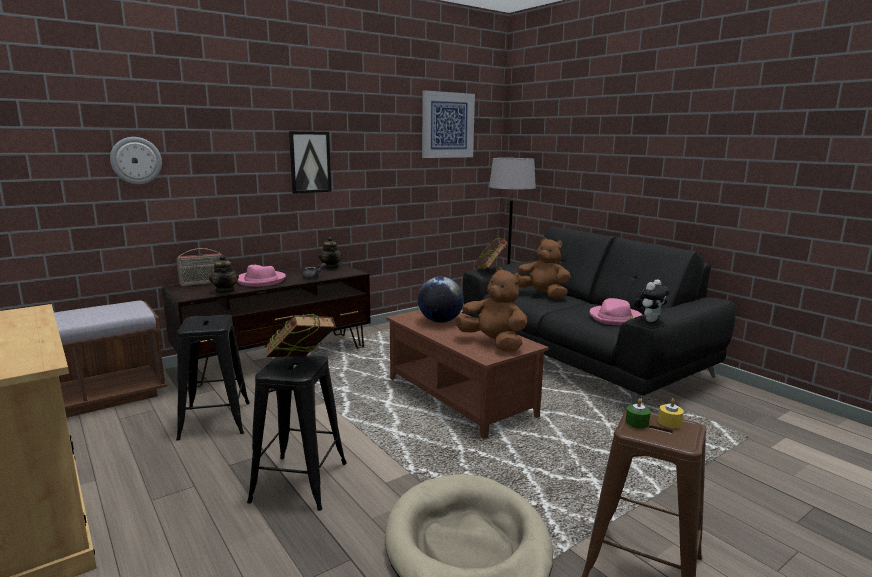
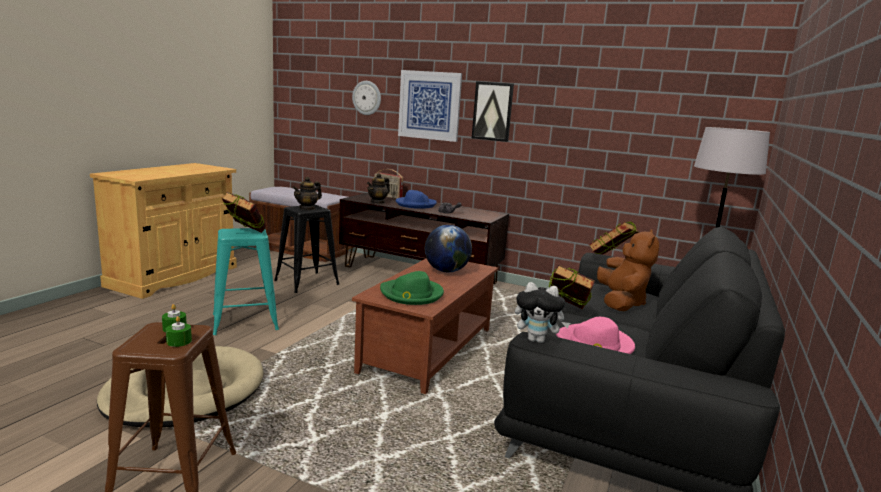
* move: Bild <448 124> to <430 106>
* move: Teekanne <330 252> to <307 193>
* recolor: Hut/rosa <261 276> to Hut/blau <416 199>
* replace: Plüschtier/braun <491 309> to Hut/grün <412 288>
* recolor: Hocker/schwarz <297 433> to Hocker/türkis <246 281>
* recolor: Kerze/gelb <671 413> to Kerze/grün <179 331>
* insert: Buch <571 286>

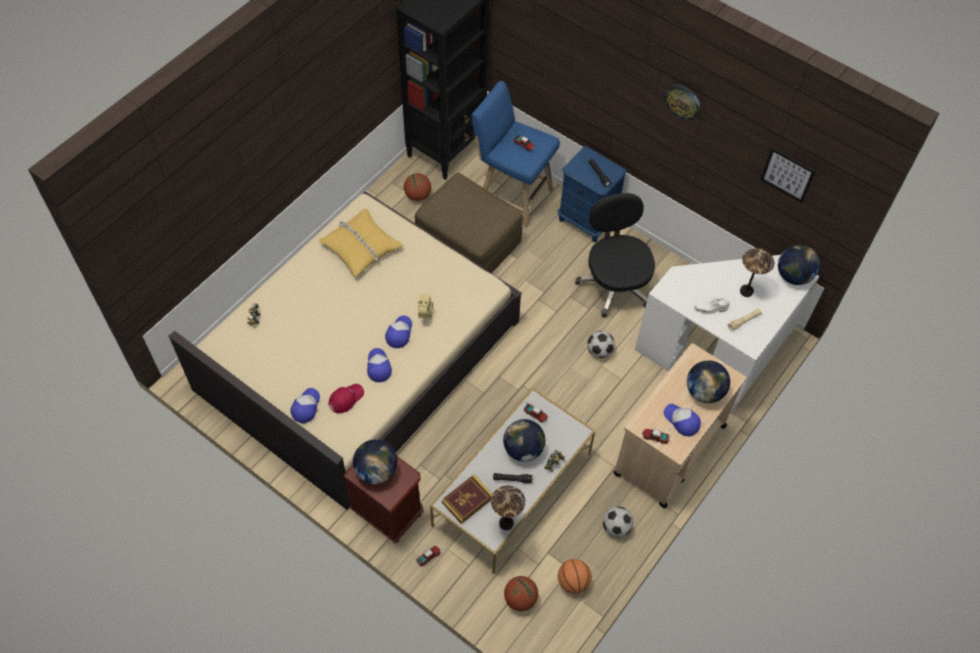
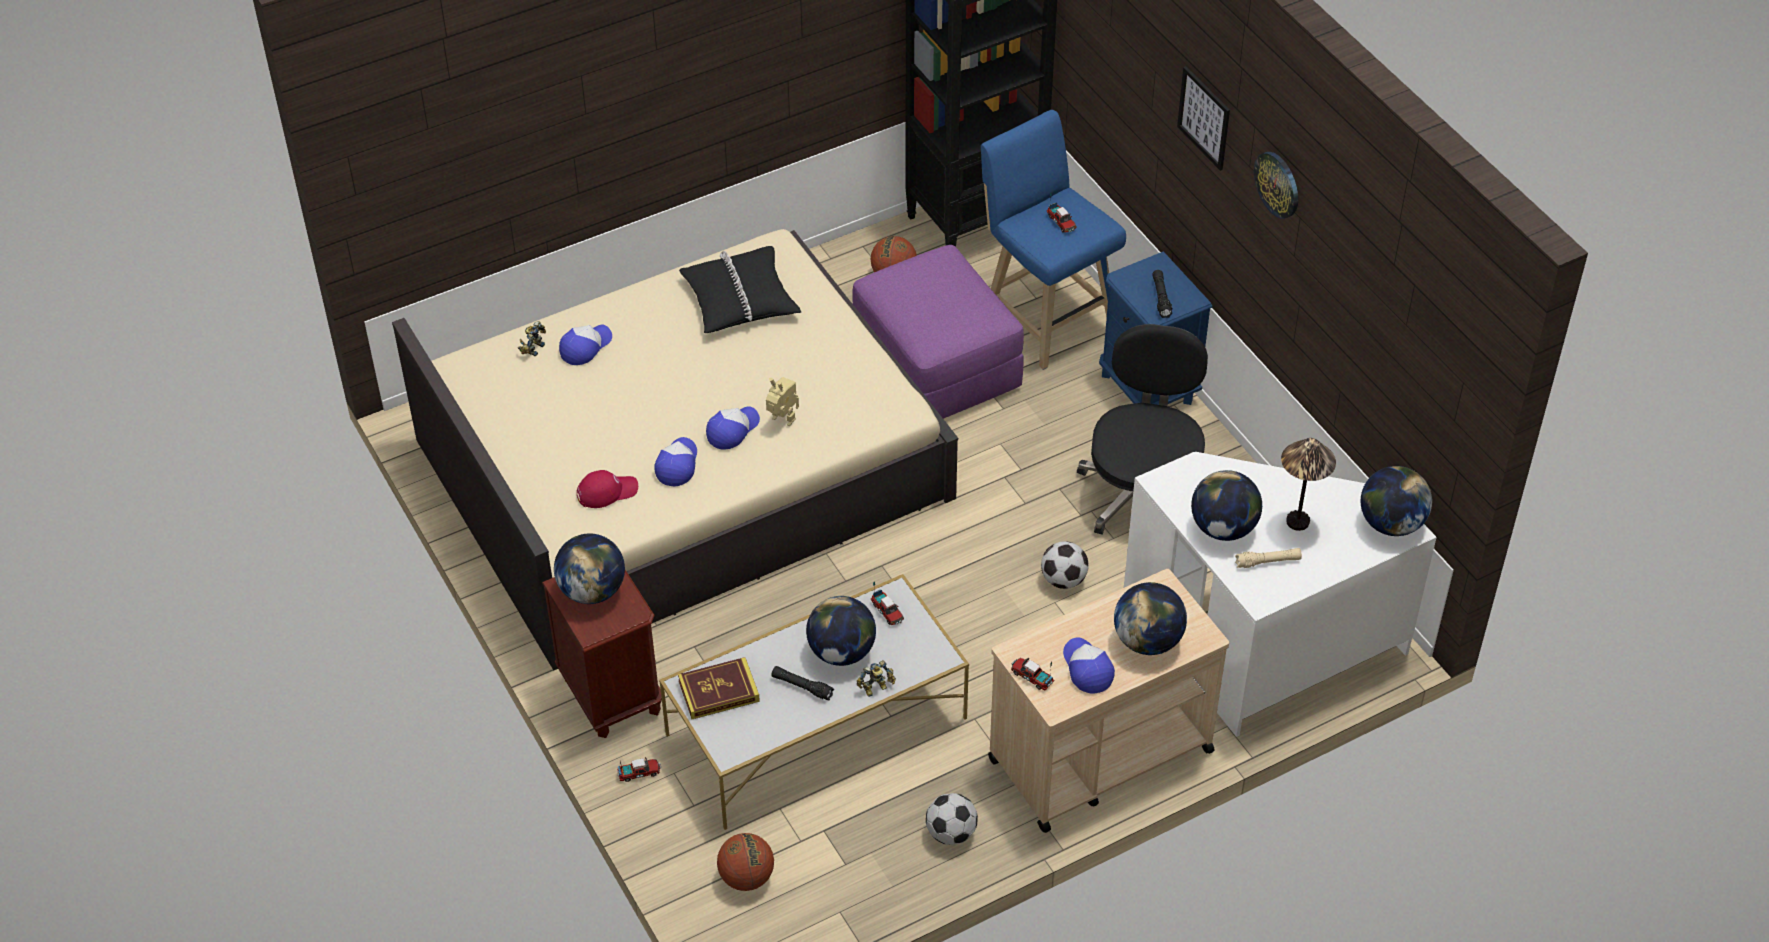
* move: Bild <788 175> to <1203 118>
* recolor: Polsterhocker/braun <469 223> to Polsterhocker/lila <938 332>
* recolor: Kissen/gelb <361 243> to Kissen/schwarz <740 289>
* replace: Schuh/weiß <712 305> to Globus <1226 505>
* move: Kappe <305 405> to <585 345>
* delete: Tischlampe <508 508>
* delete: Basketball <575 576>

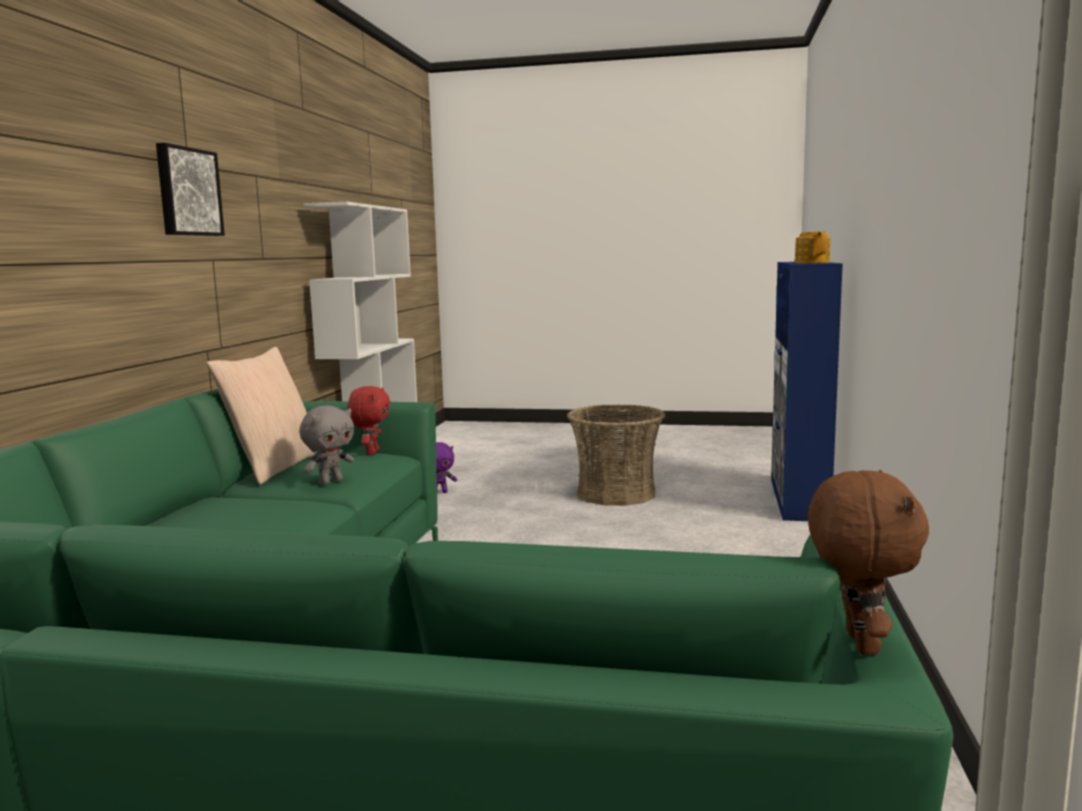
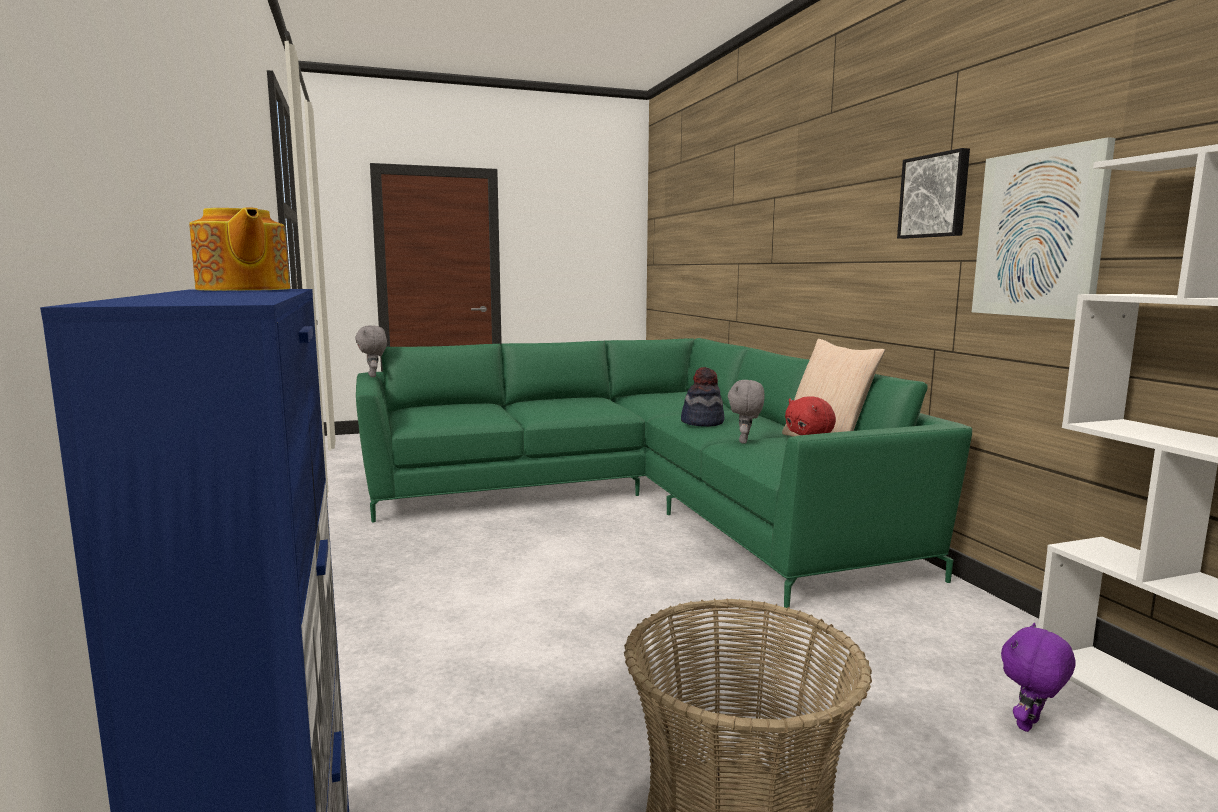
* recolor: Plüschtier/braun <868 562> to Plüschtier/grau <371 351>
* insert: Bild <1044 228>
* insert: Hut <703 397>

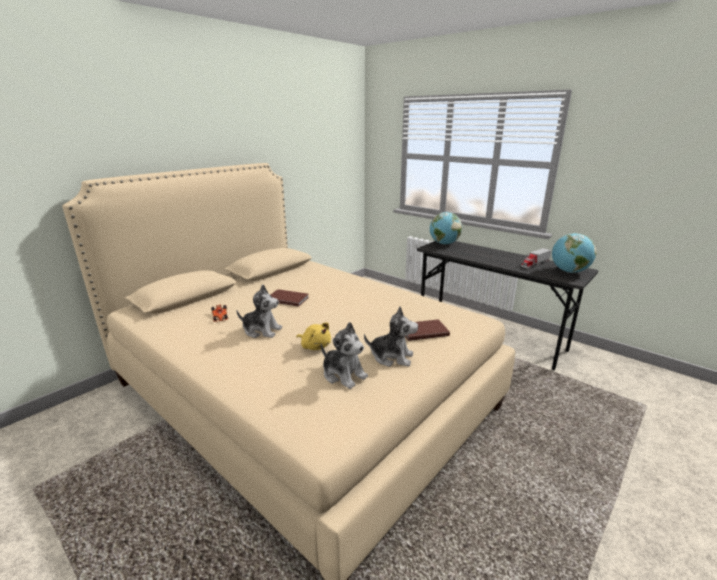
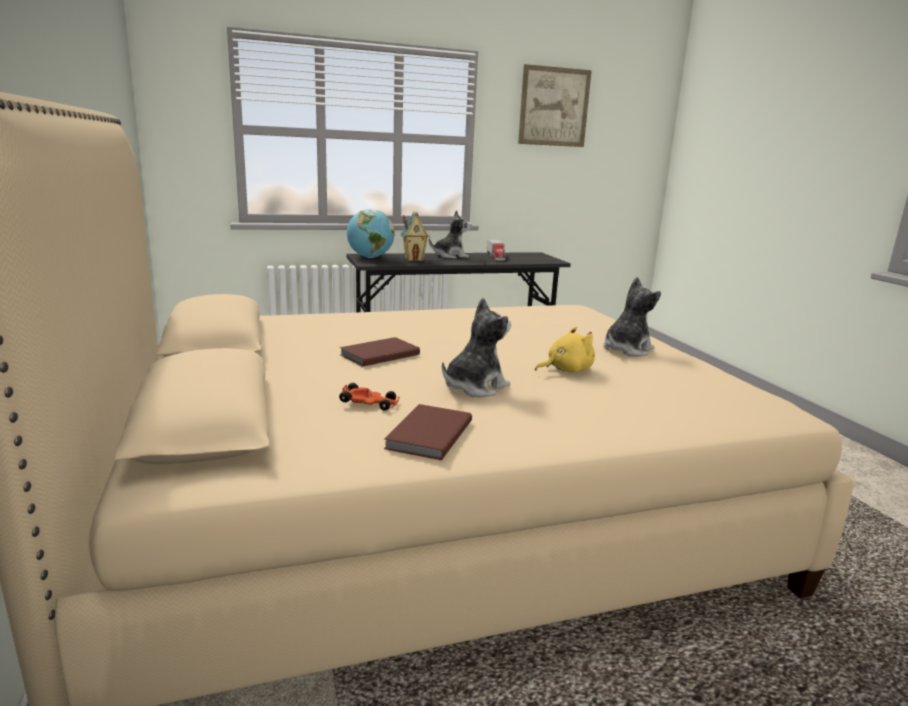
* delete: Globus <574 253>
* move: Buch/braun <427 330> to <428 432>
* move: Plüschtier <344 355> to <450 234>
* insert: Bild <555 105>
* insert: Spielzeughaus <415 236>

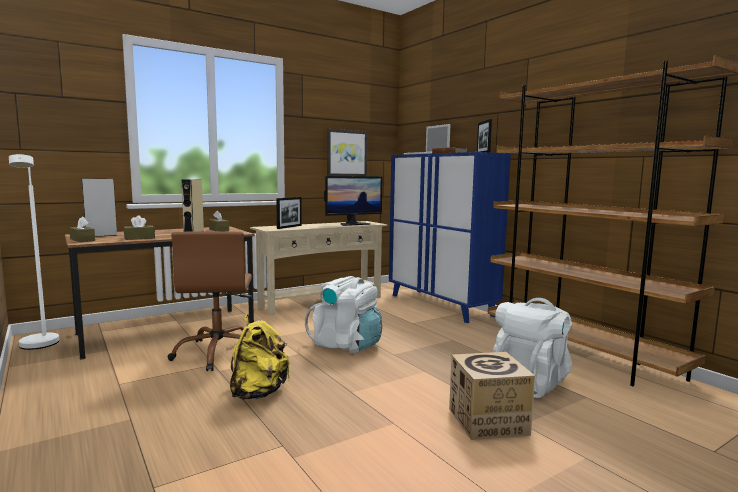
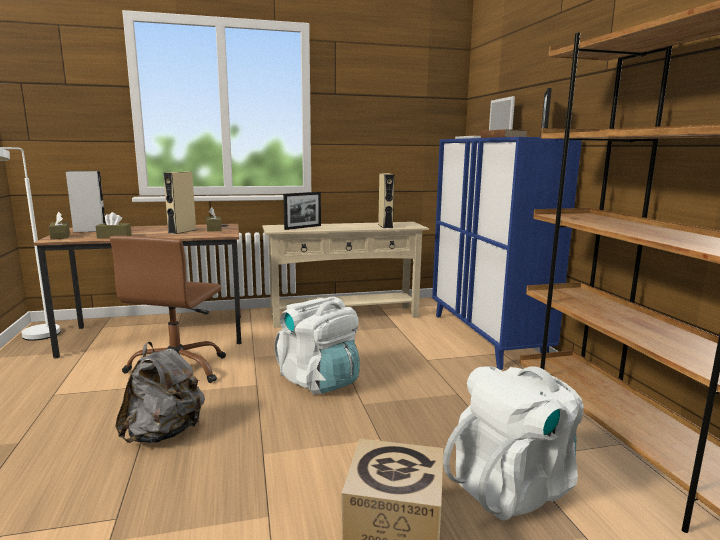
* delete: Bild <347 152>
* replace: Monitor <353 201> to Lautsprecher/beige <386 200>
* recolor: Rucksack/gelb <260 356> to Rucksack/grau <160 392>

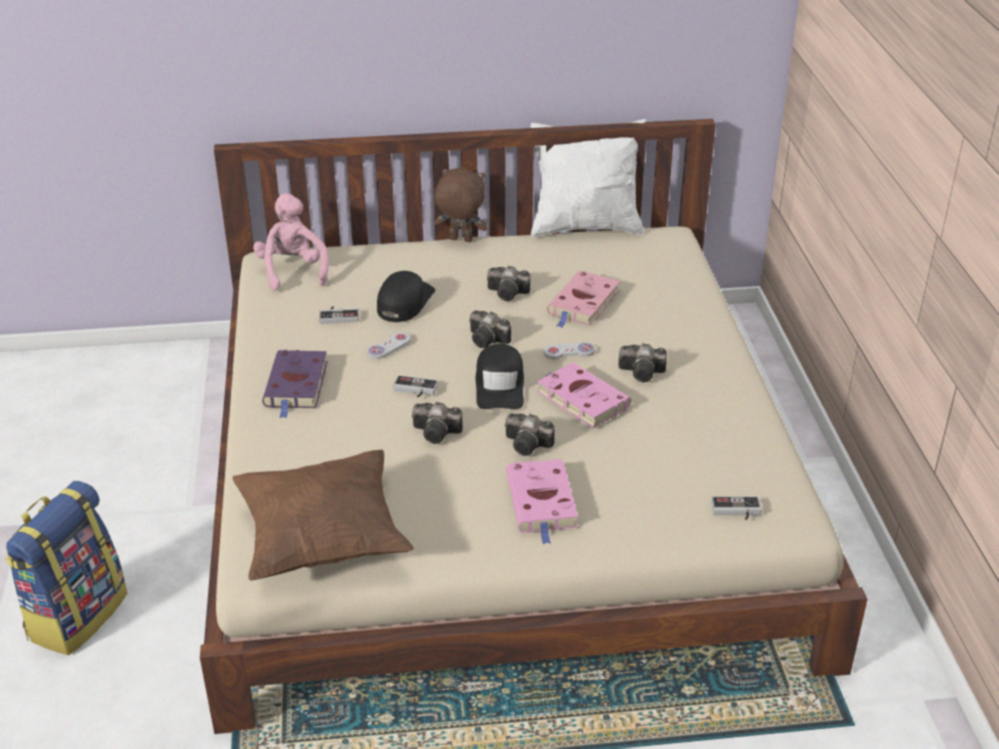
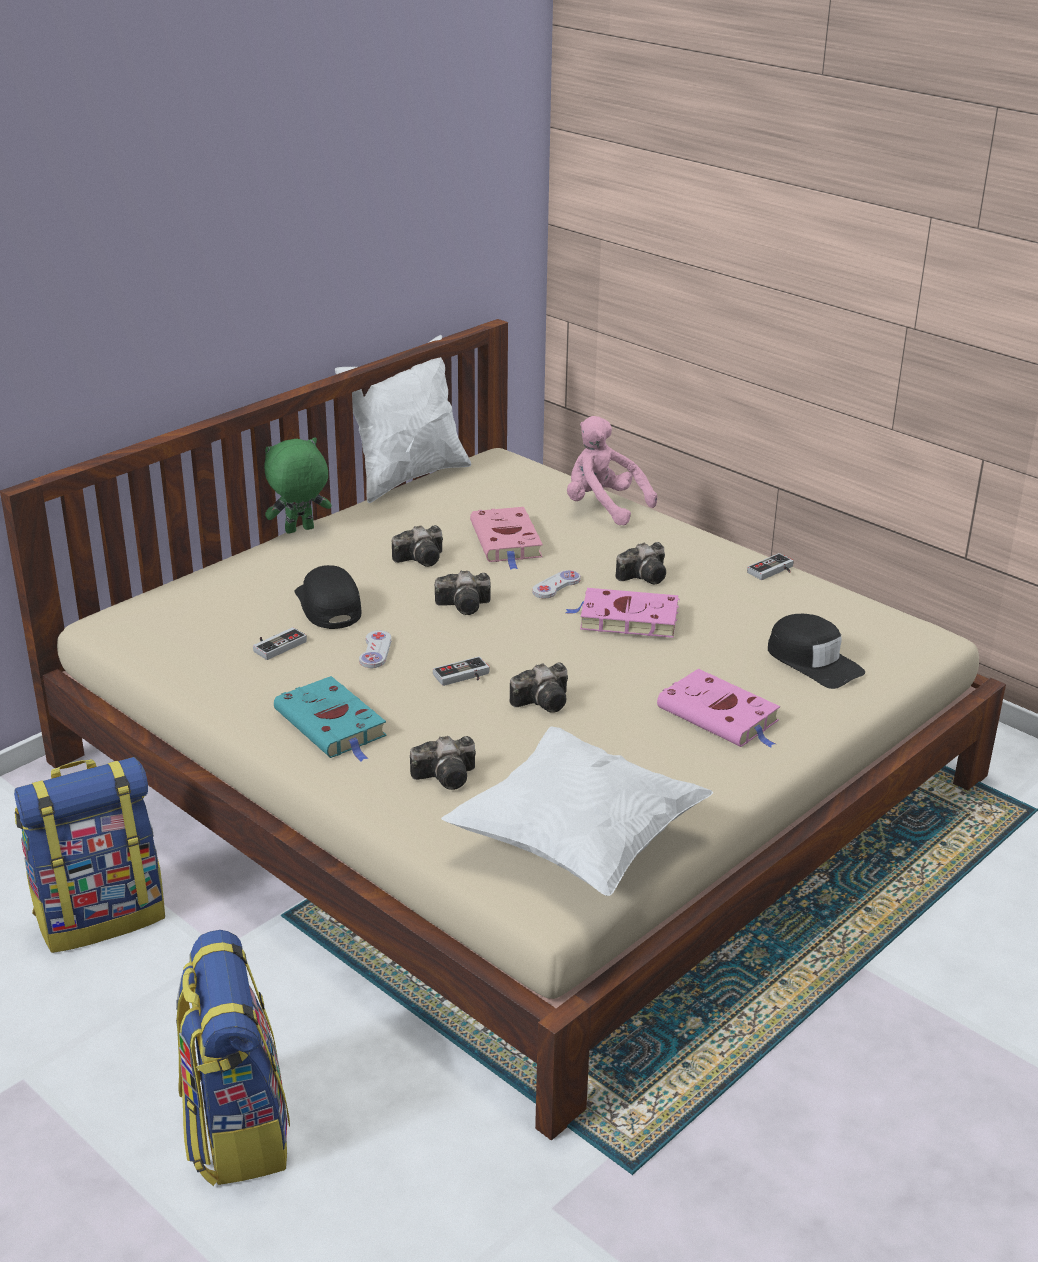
* recolor: Plüschtier/braun <460 205> to Plüschtier/grün <298 485>
* move: Plüschtier/rosa <291 242> to <612 471>
* move: Kappe/schwarz <500 376> to <816 651>
* recolor: Buch/lila <294 384> to Buch/türkis <330 718>
* move: Kamera <530 435> to <443 763>
* recolor: Kissen/braun <323 515> to Kissen/weiß <577 811>
* move: Gamepad <736 508> to <770 566>
* insert: Rucksack <89 855>

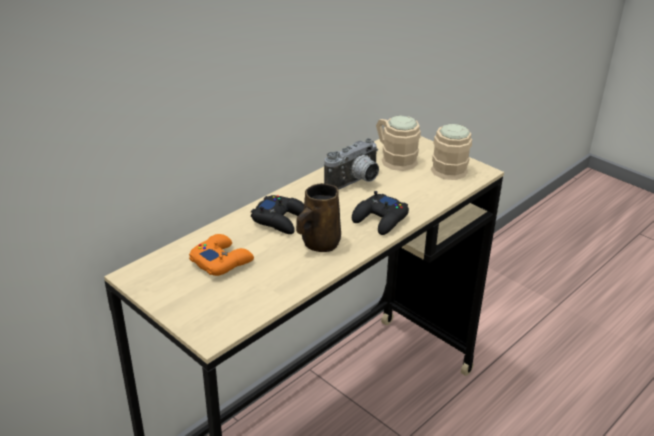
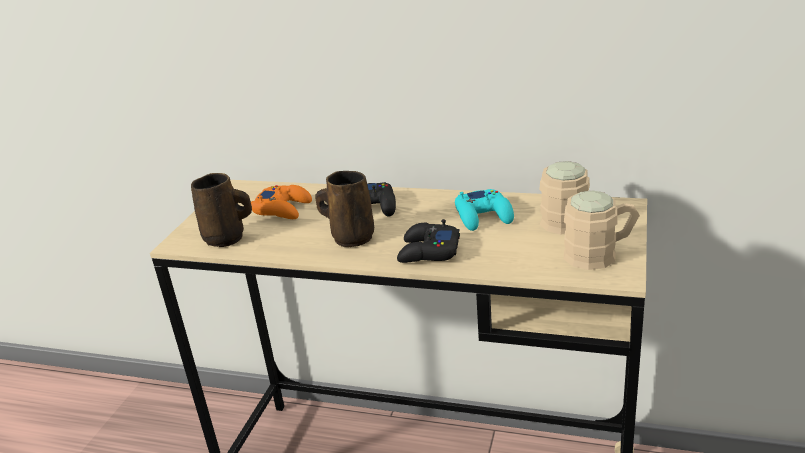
* replace: Kamera <351 164> to Gamepad/türkis <484 210>
* insert: Henkelbecher/braun <221 210>

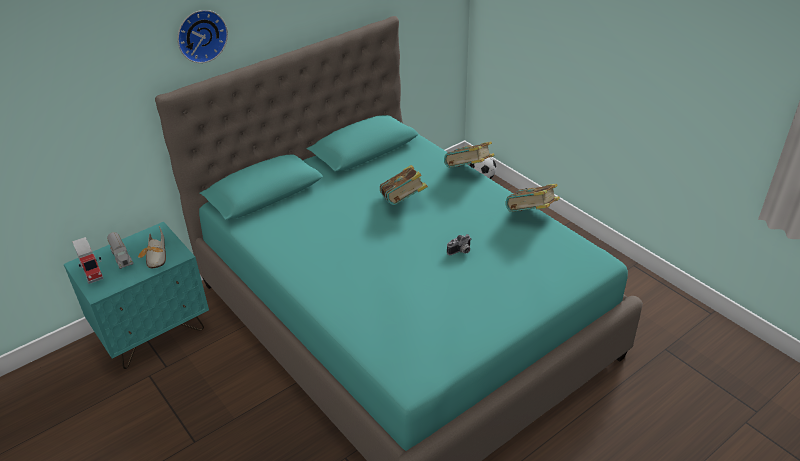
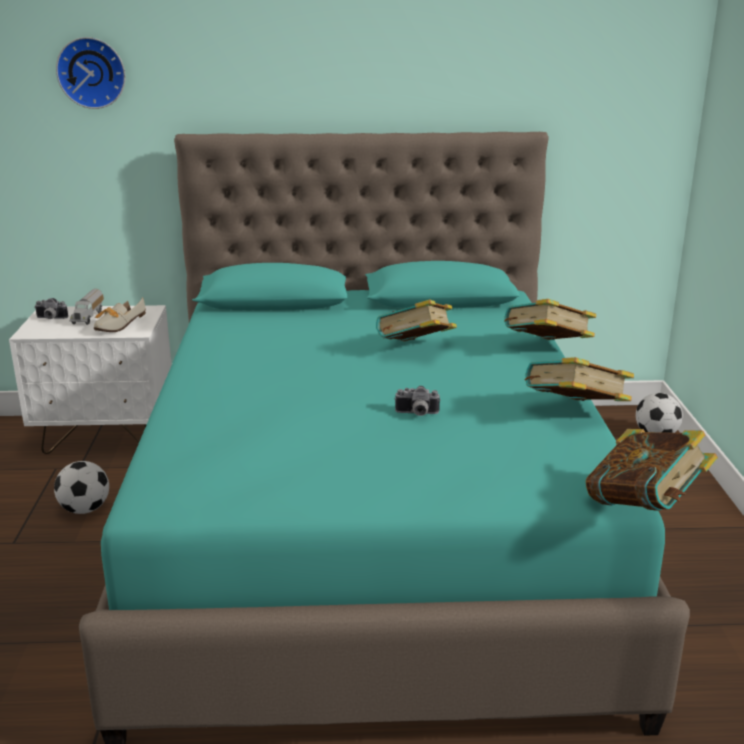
* move: Wanduhr <202 36> to <91 73>
* recolor: Nachttisch/türkis <136 295> to Nachttisch/weiß <90 379>
* replace: Spielzeuglaster <88 260> to Kamera <51 308>
* insert: Buch <651 470>
* insert: Fußball <81 487>

